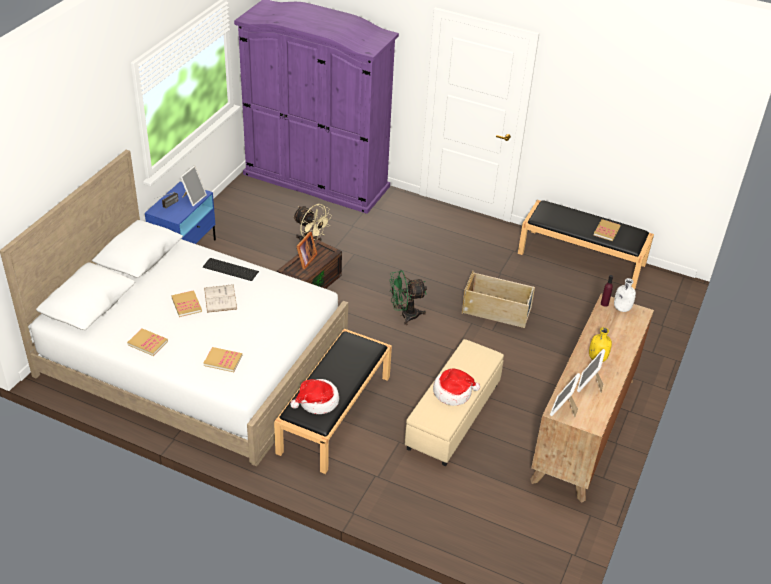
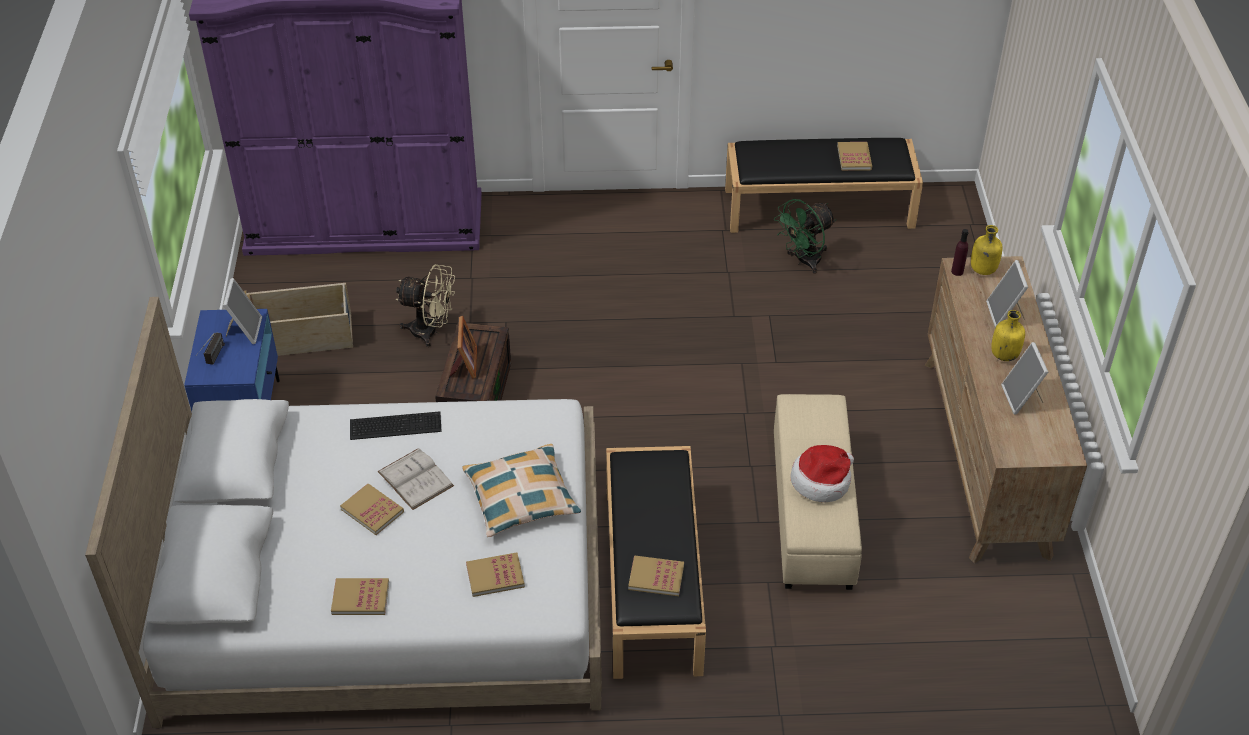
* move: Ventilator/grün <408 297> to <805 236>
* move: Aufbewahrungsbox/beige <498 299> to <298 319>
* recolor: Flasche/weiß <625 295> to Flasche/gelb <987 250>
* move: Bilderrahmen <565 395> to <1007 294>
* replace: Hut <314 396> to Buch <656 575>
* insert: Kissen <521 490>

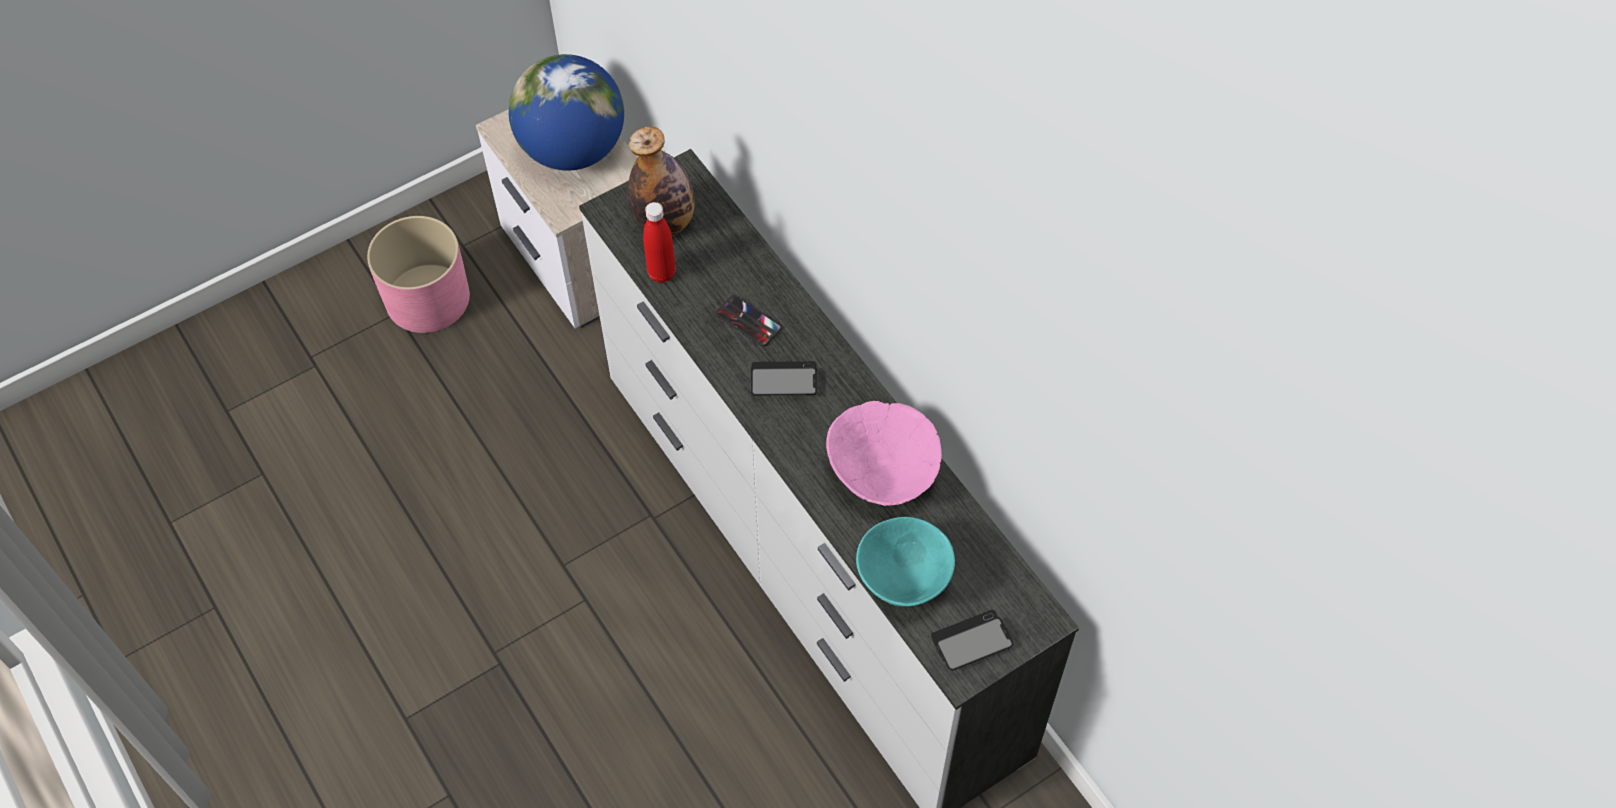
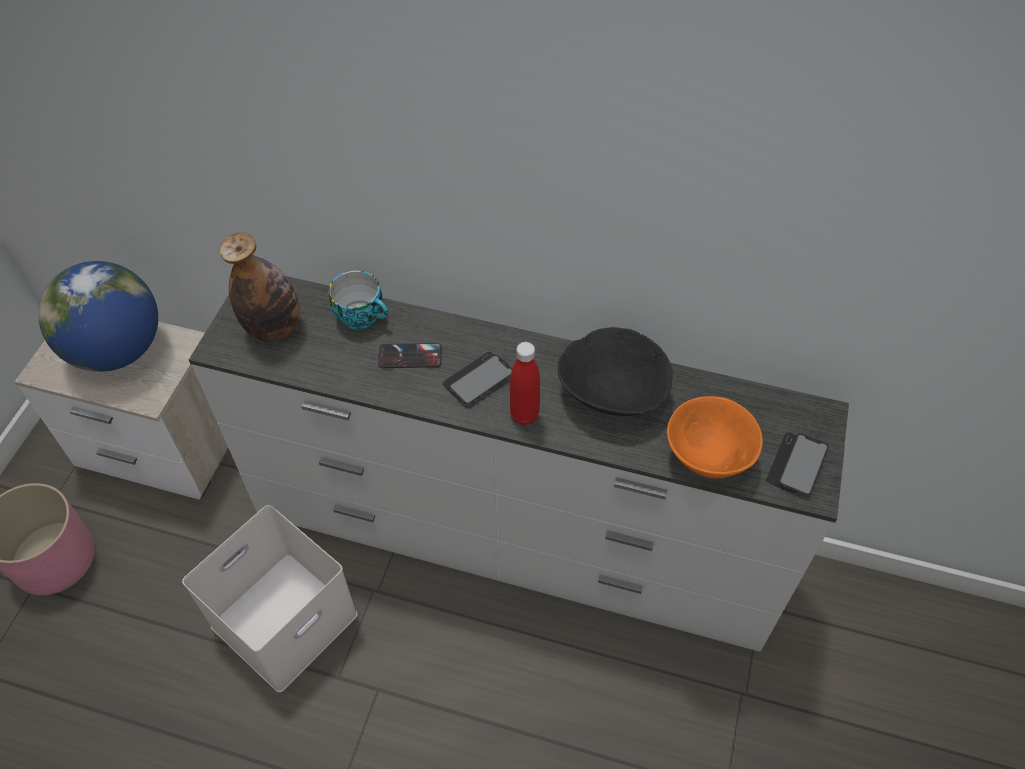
* move: Flasche/rot <659 242> to <525 383>
* recolor: Schüssel/rosa <884 453> to Schüssel/schwarz <615 371>
* recolor: Schüssel/türkis <905 562> to Schüssel/orange <715 437>
* insert: Tasse <358 300>
* insert: Aufbewahrungsbox/weiß <270 598>

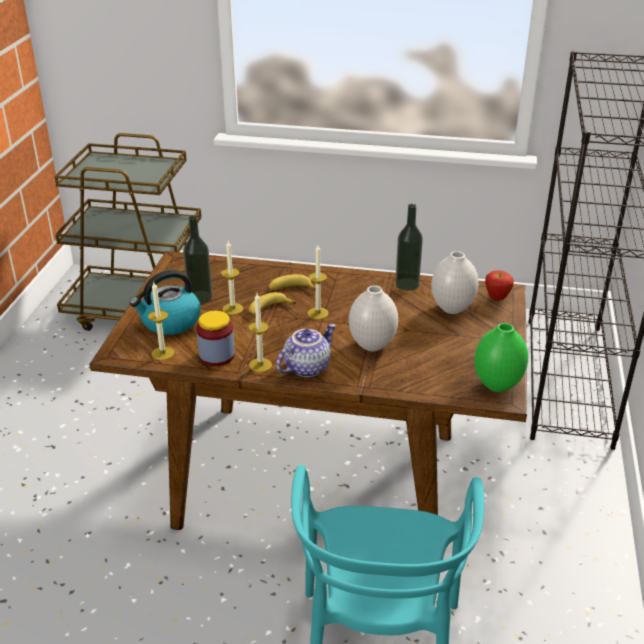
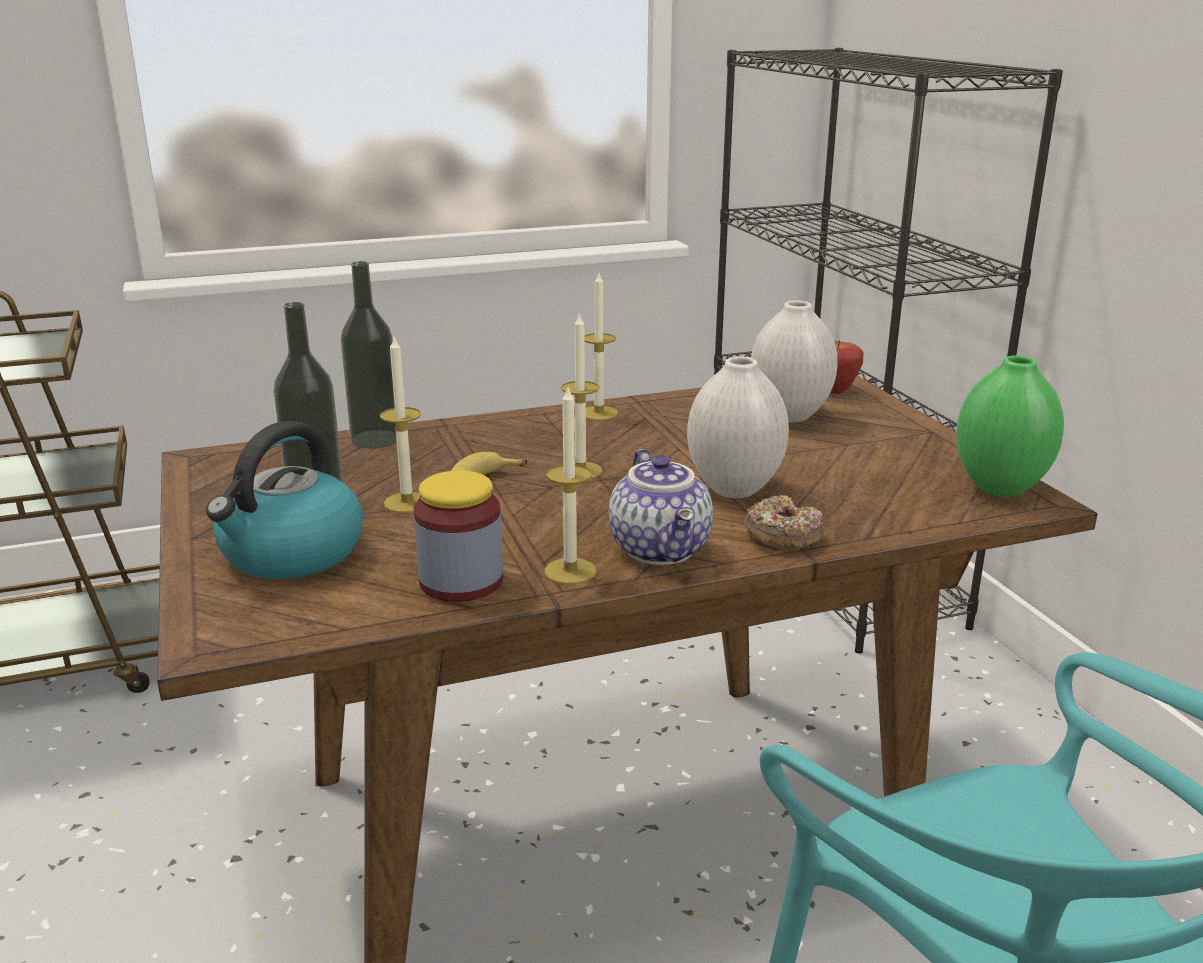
* move: Flasche <409 247> to <369 354>
* delete: Banane <291 282>
* move: Kerze <161 321> to <601 346>
* rotate: Teekanne <306 350> = <661 507> 150 degrees clockwise
* insert: Donut <783 523>

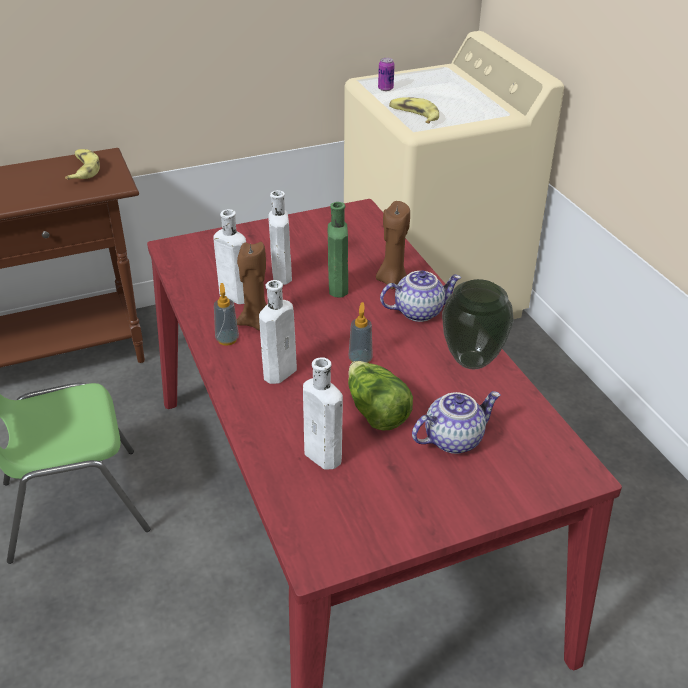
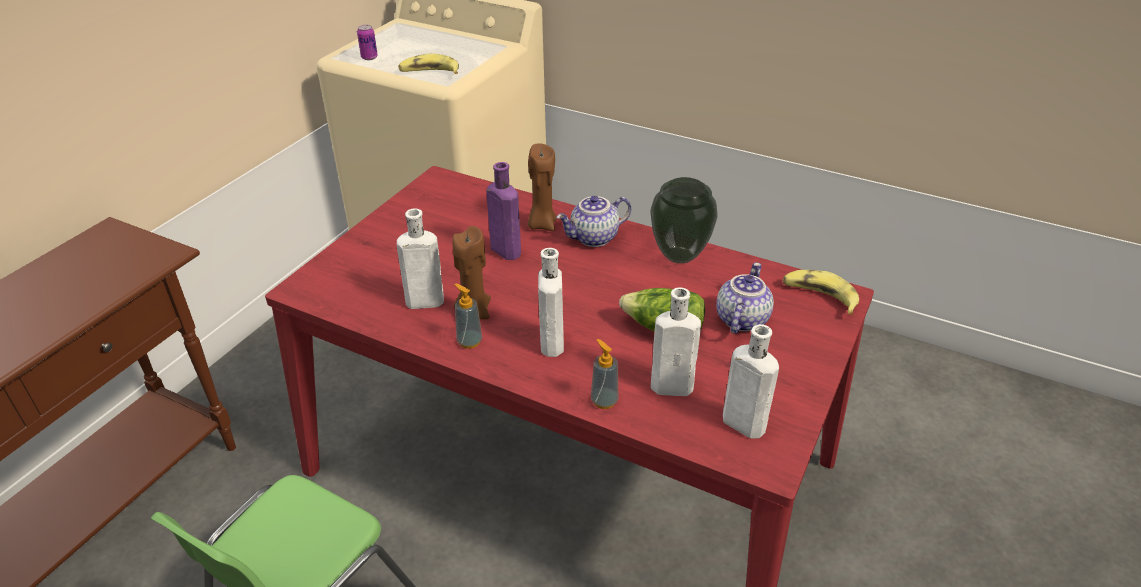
* move: Banane <82 164> to <821 292>
* move: Flasche/weiß <280 237> to <751 381>
* recolor: Flasche/grün <337 249> to Flasche/lila <503 211>
* rotate: Teekanne <421 296> = <593 221> 150 degrees counterclockwise
* move: Seifenspender <360 332> to <605 374>

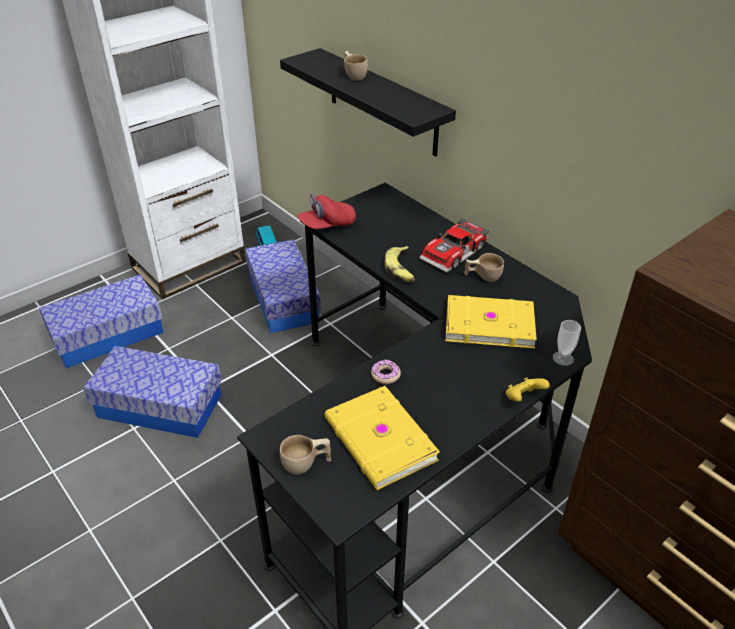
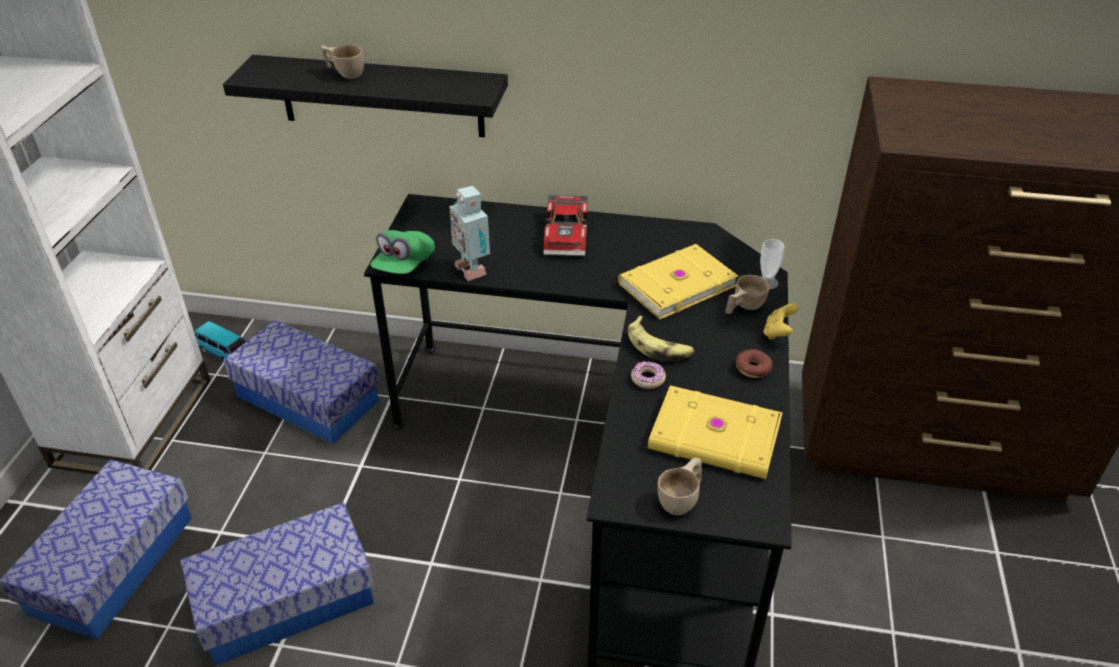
* recolor: Kappe/rot <327 211> to Kappe/grün <402 252>
* move: Banane <400 264> to <661 338>
* move: Tasse/beige <484 267> to <747 294>
* insert: Spielzeugroboter <469 233>
* insert: Donut <754 363>

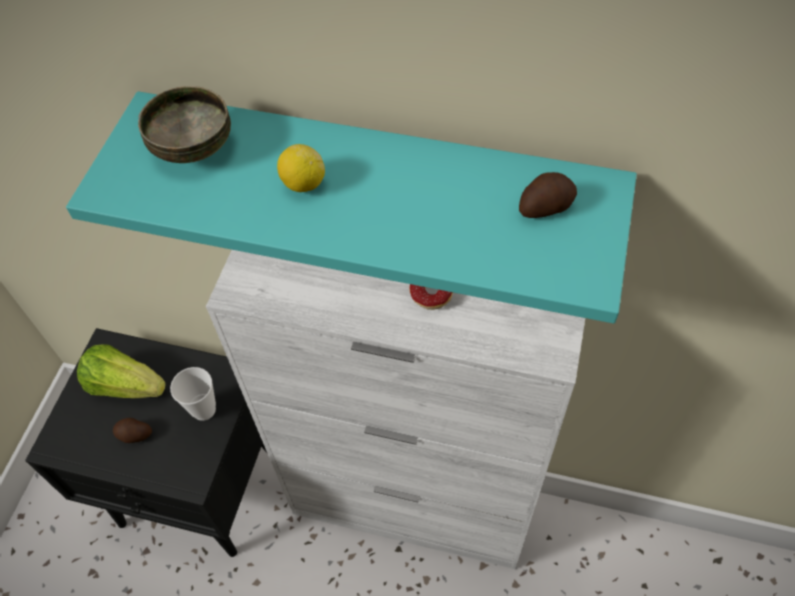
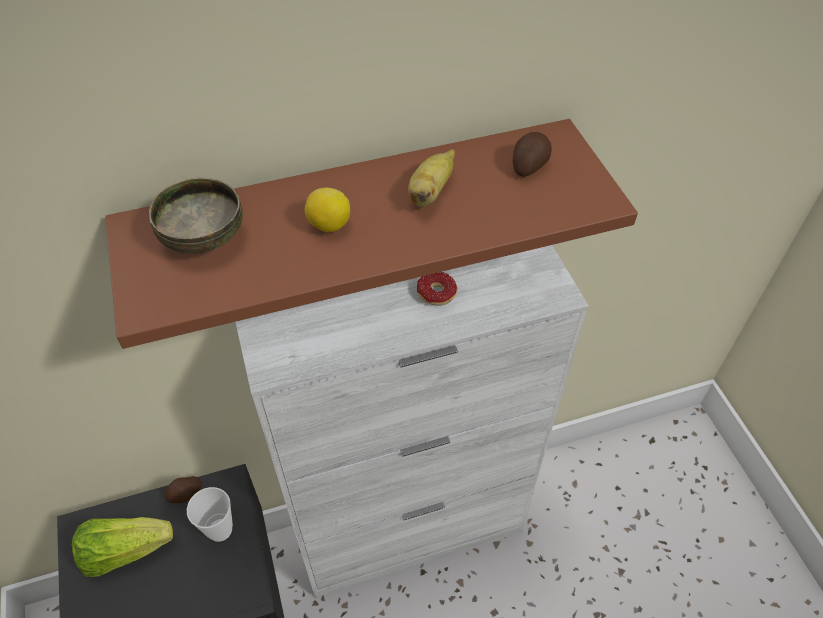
* recolor: Wandregal/türkis <351 207> to Wandregal/braun <371 234>
* move: Kartoffel <132 430> to <183 489>
* insert: Banane <431 178>

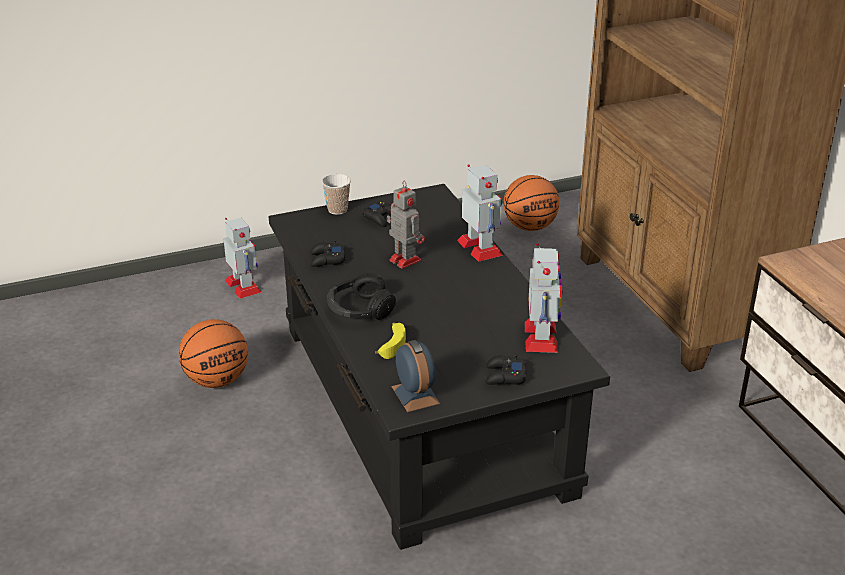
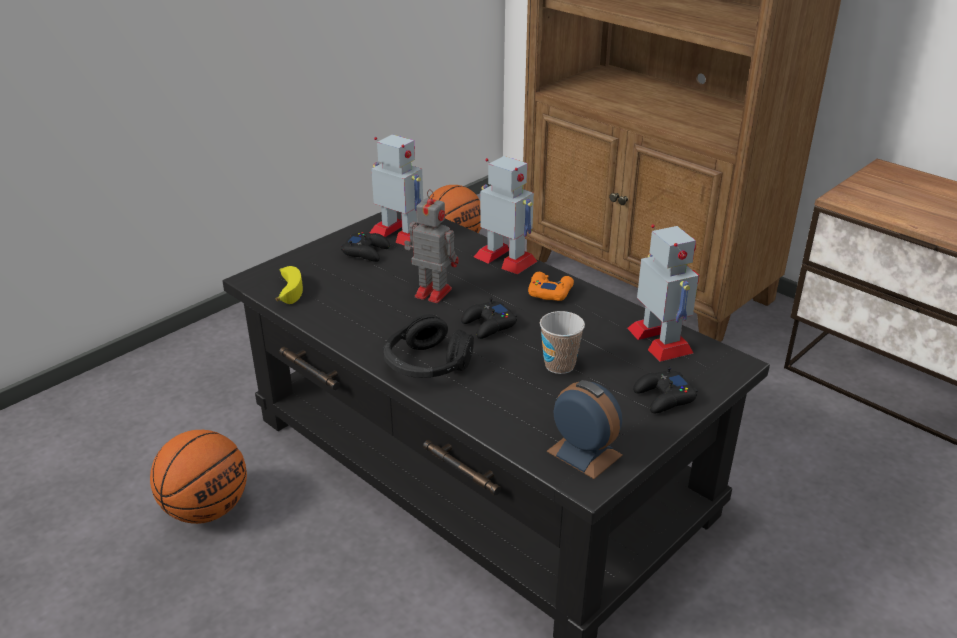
* move: Tasse <336 194> to <562 342>
* move: Spielzeugroboter <242 258> to <396 189>
* move: Gamepad/schwarz <327 253> to <489 318>
* move: Banane <390 341> to <289 285>
* insert: Gamepad/orange <551 286>

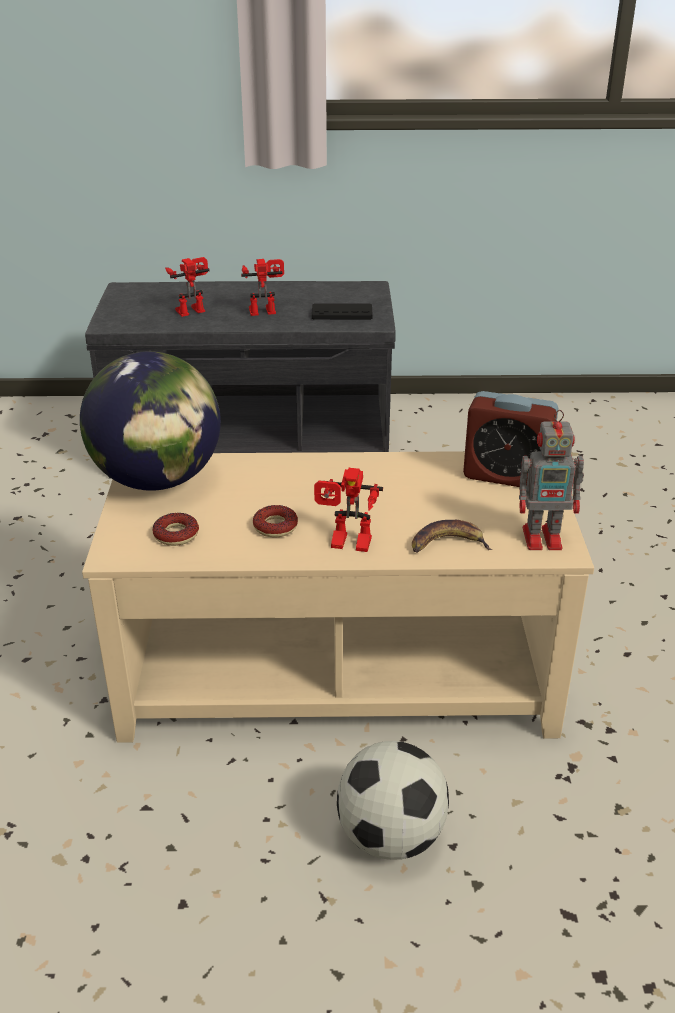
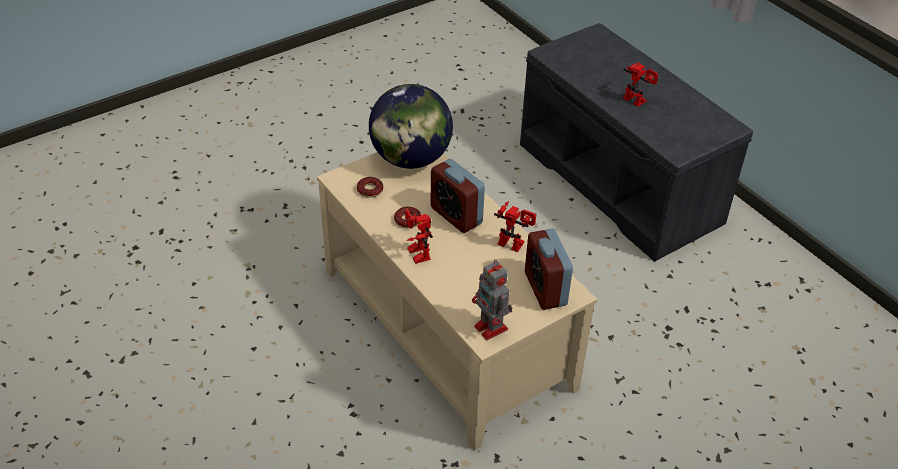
* move: Spielzeugroboter <187 287> to <515 226>
* delete: Gamepad/schwarz <342 312>
* delete: Banane <452 536>
* delete: Fußball <393 800>
* insert: Wecker <458 196>

